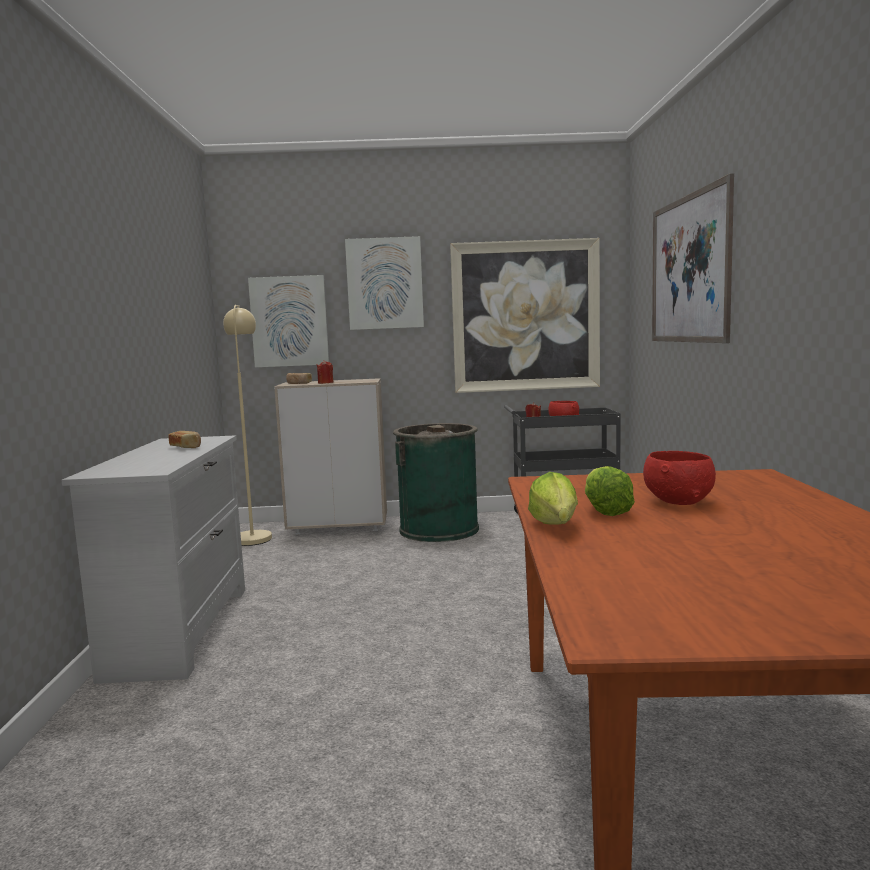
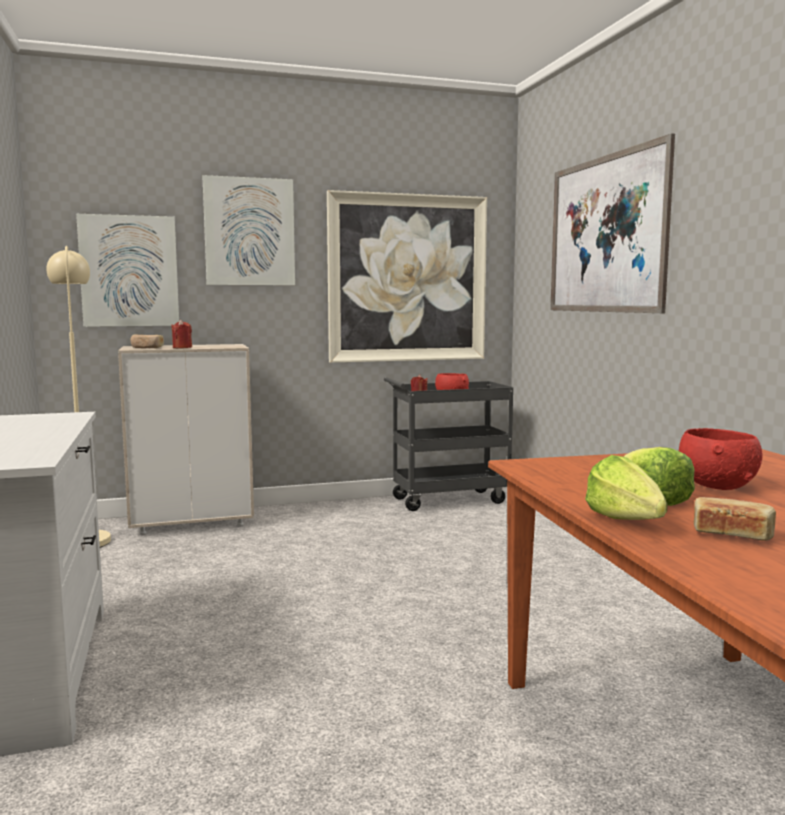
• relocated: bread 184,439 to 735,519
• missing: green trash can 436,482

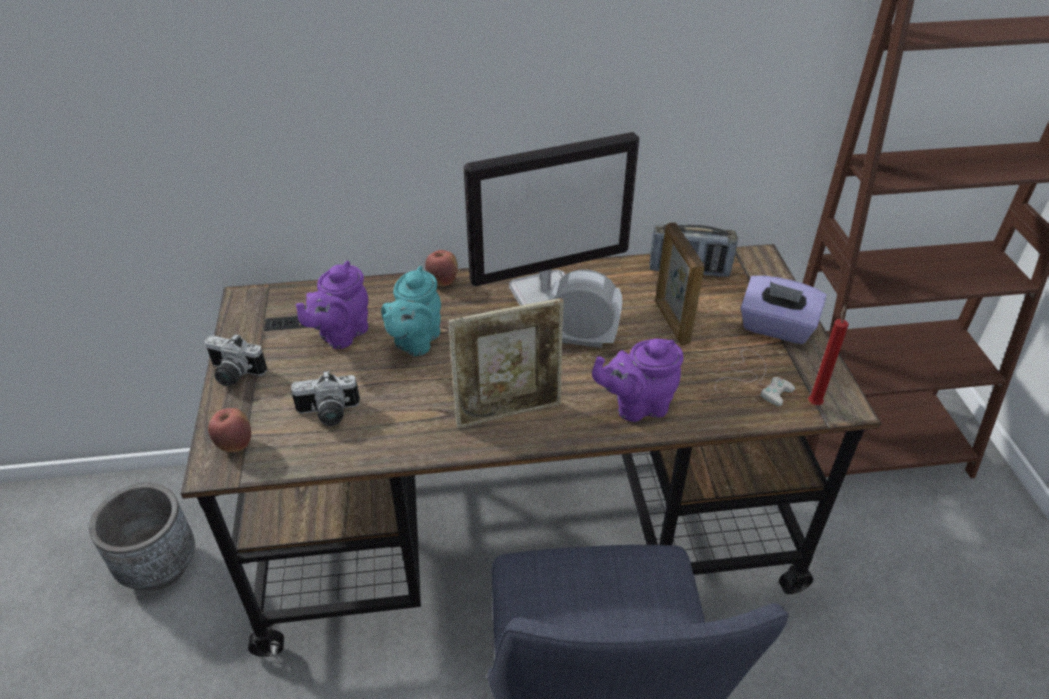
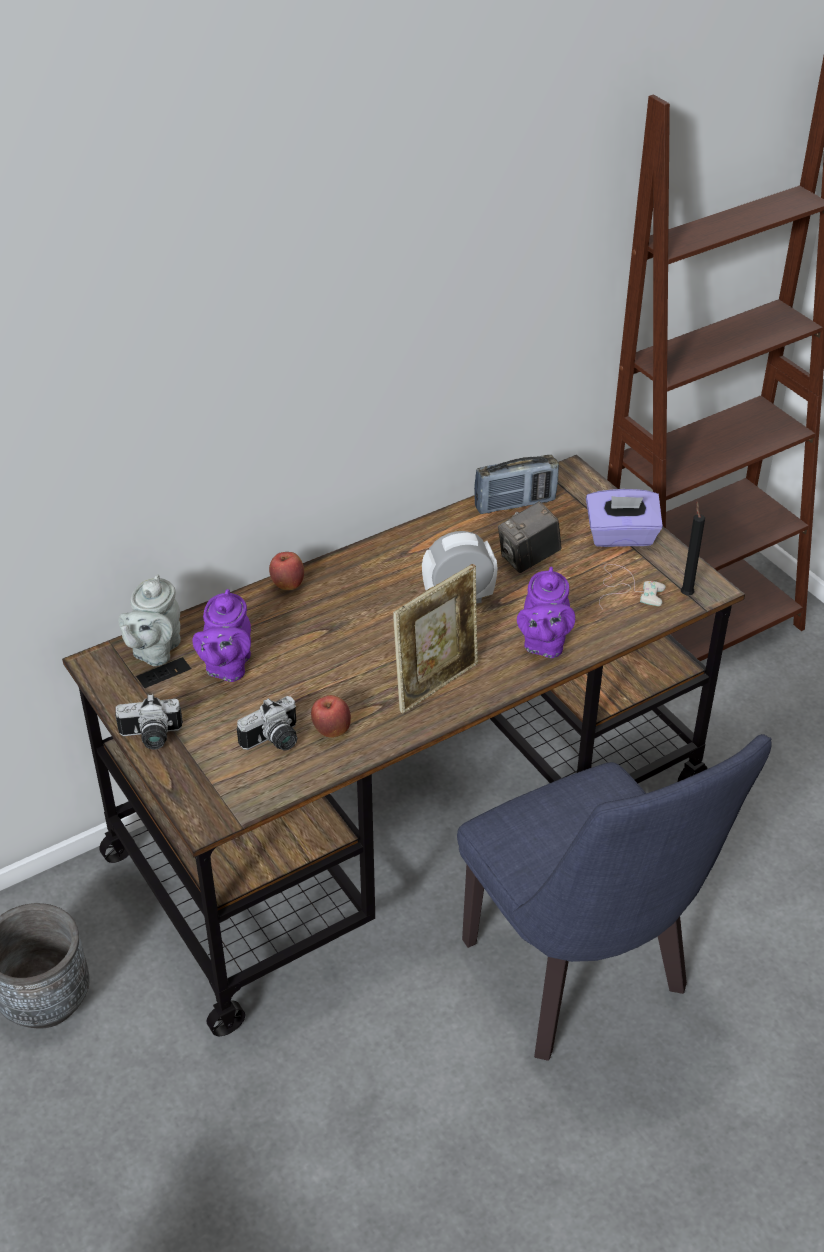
• relocated: apple 229,430 to 331,716
• missing: turquoise teapot 411,311
• missing: monitor 551,219
• spun: purple teapot 637,380 = 546,612 45 degrees counterclockwise
• exchanged: picture frame 680,283 to photo camera 530,537
• colour: red candle 828,355 to black candle 693,548
• appeared: grey teapot 149,620

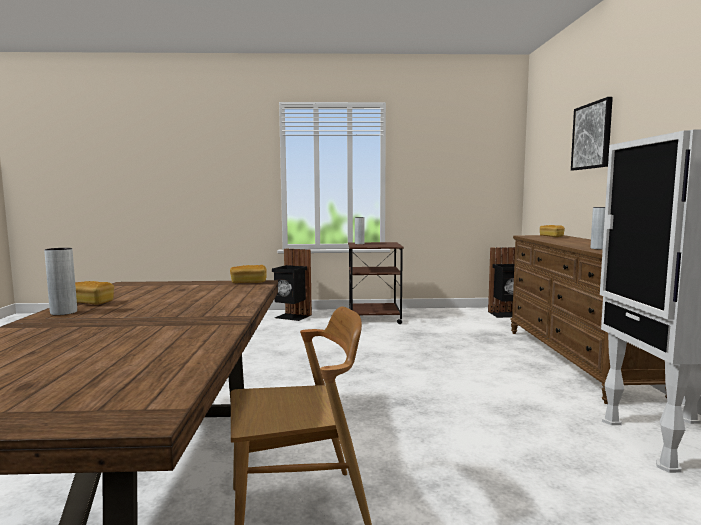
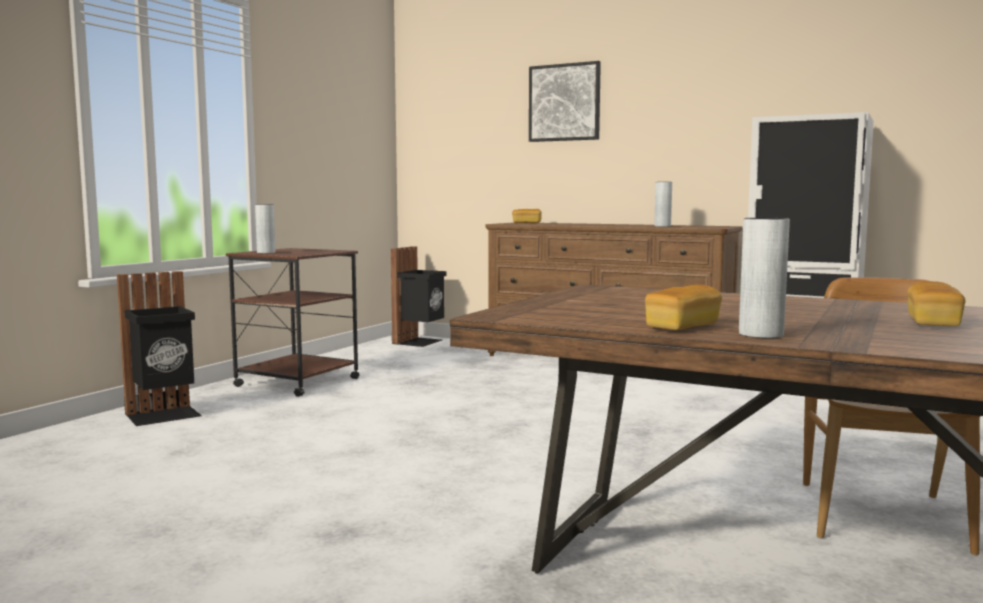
• relocated: bread 248,274 to 936,303

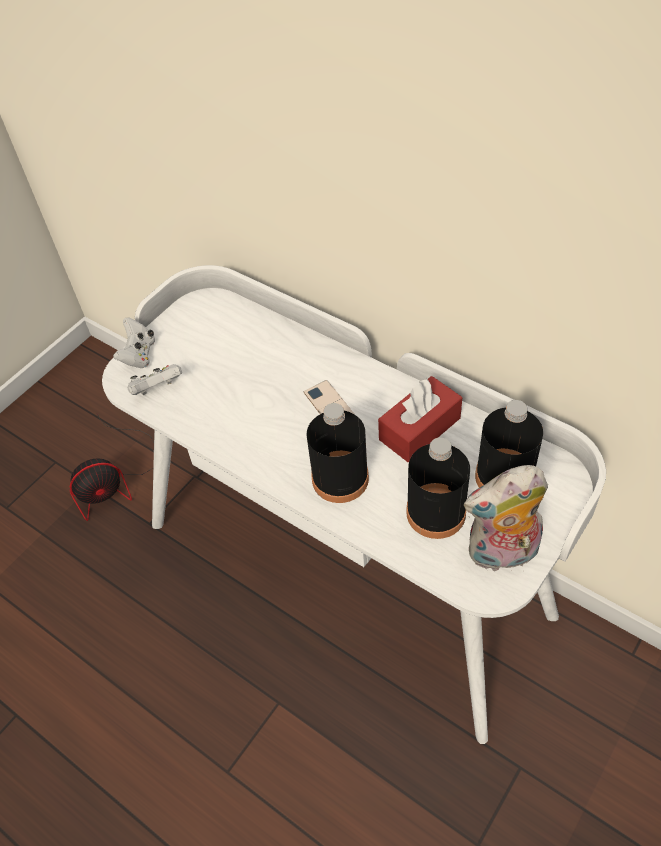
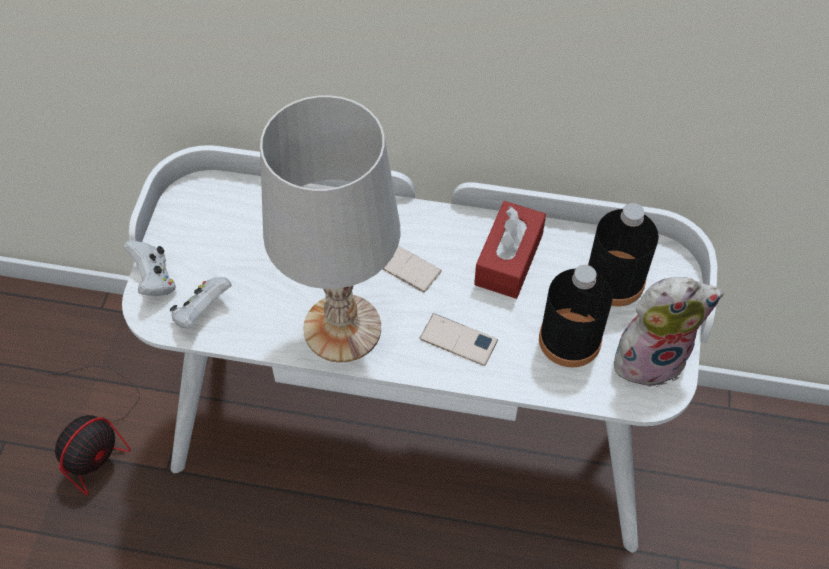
• exchanged: black bottle 338,453 to phone 459,339
• spun: plush toy 506,518 = 669,332 150 degrees counterclockwise
• appeared: white table lamp 330,228

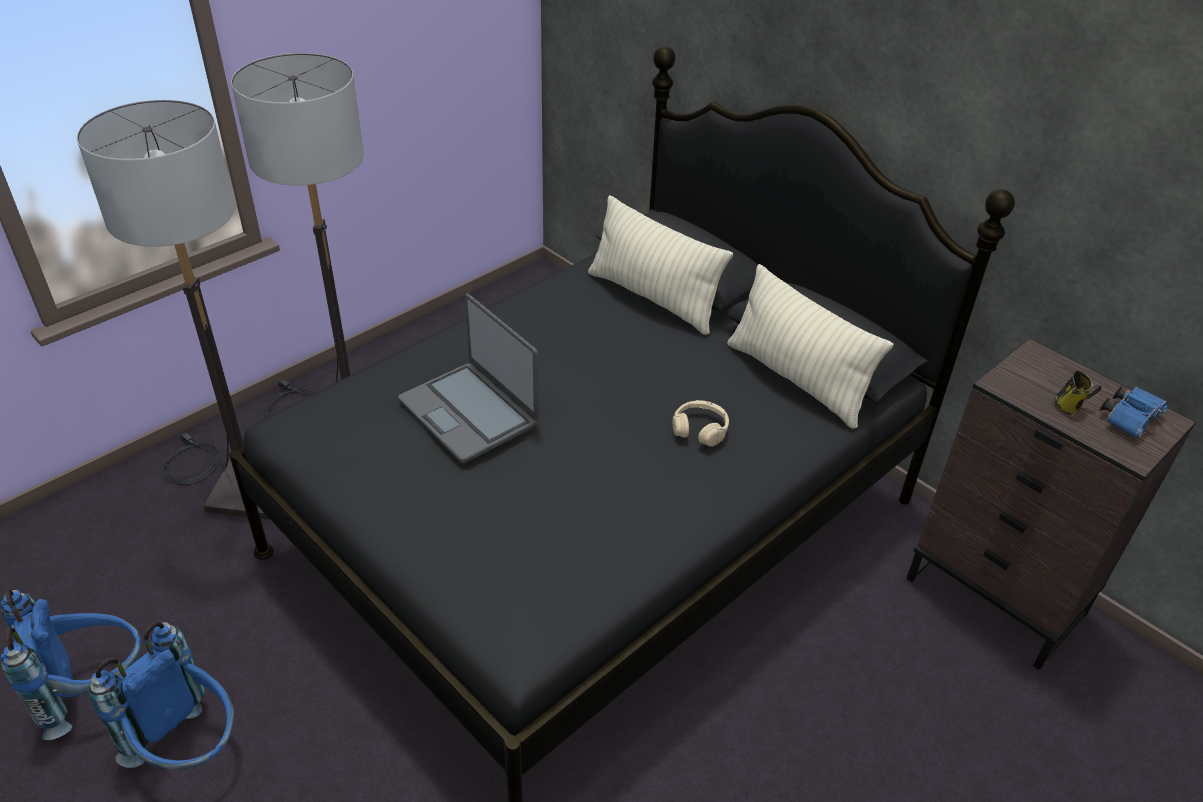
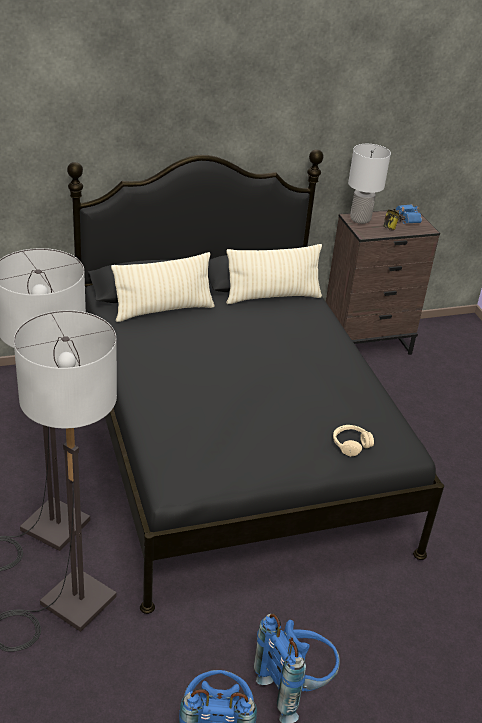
• missing: laptop 468,378
• relocated: beige headphones 701,423 to 353,440
• appeared: grey table lamp 369,184

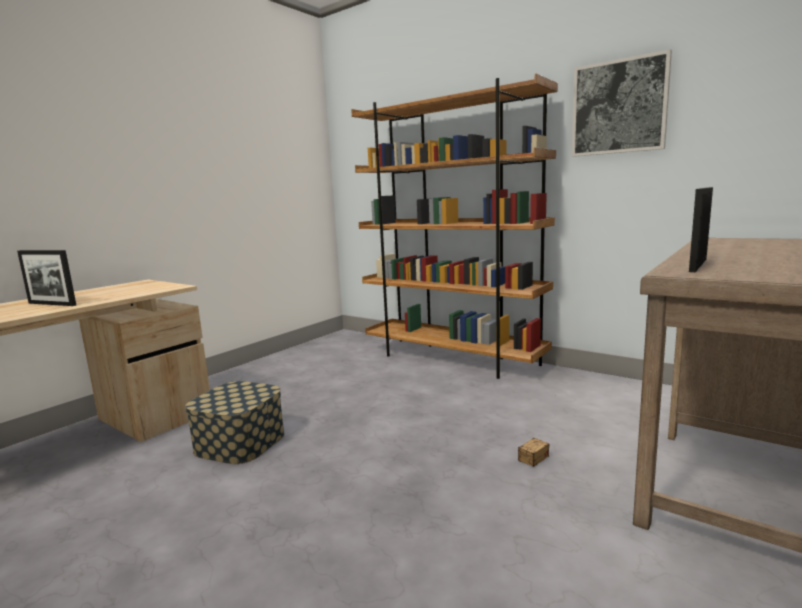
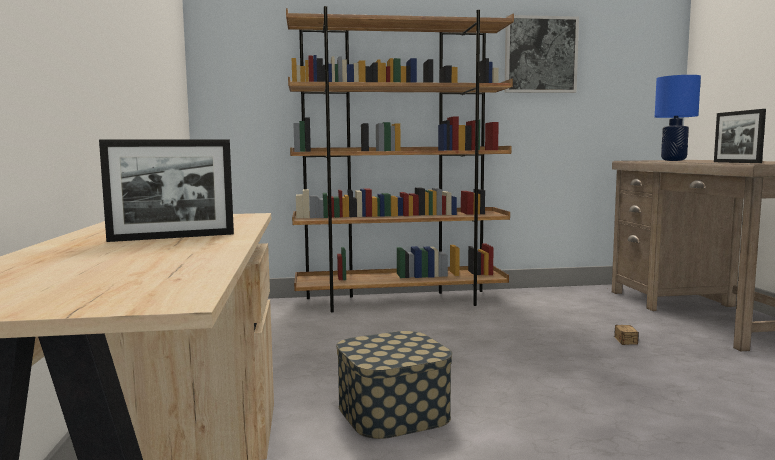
• appeared: blue table lamp 678,118

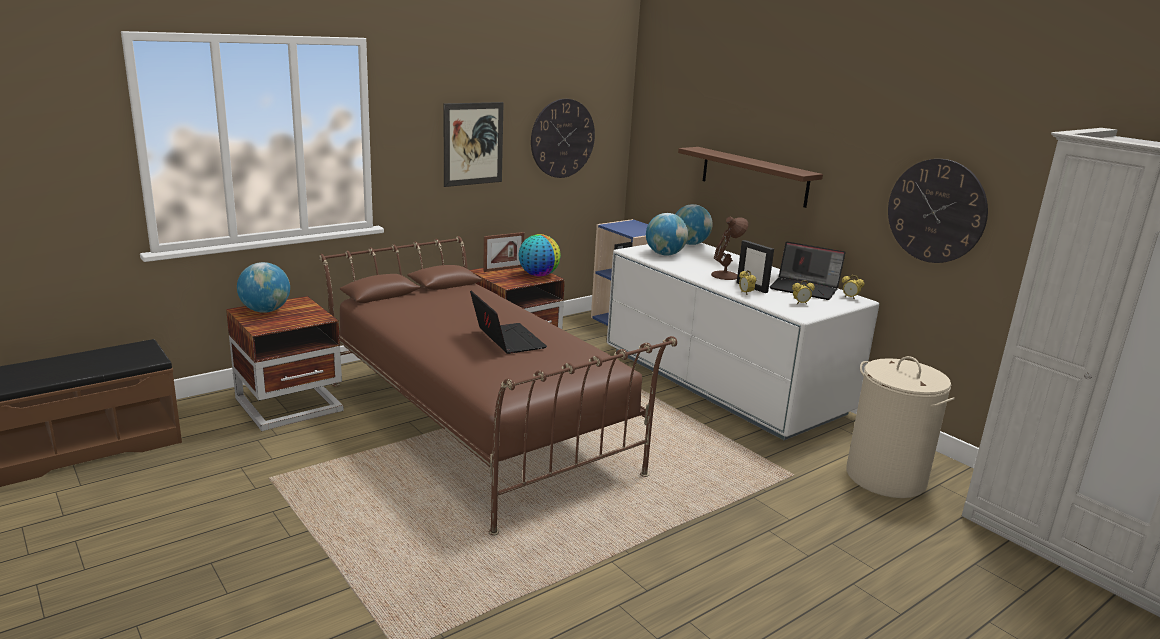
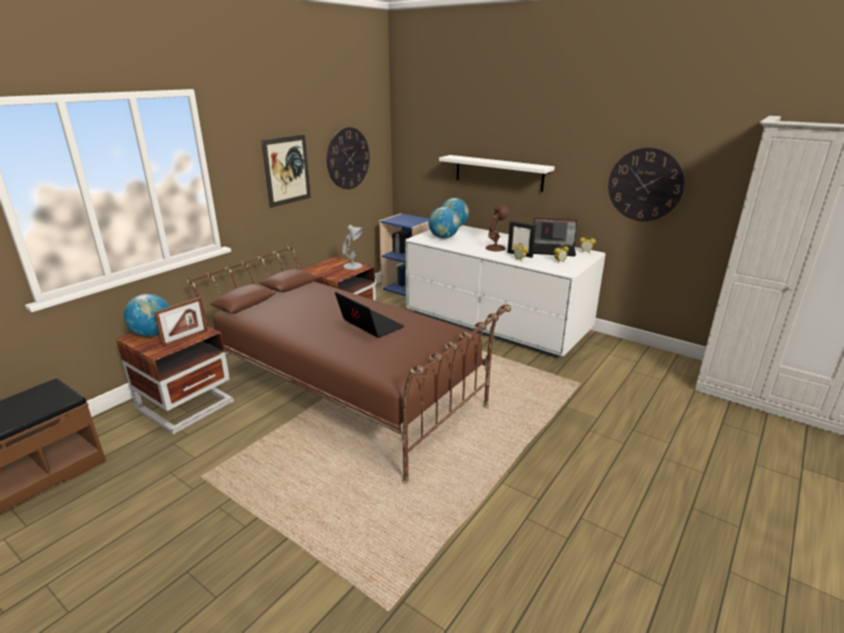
• relocated: picture frame 503,252 to 181,322
• exchanged: globe 539,255 to white table lamp 353,247
• colour: brown shelf 750,177 to white shelf 497,173
• missing: beige laundry basket 900,427

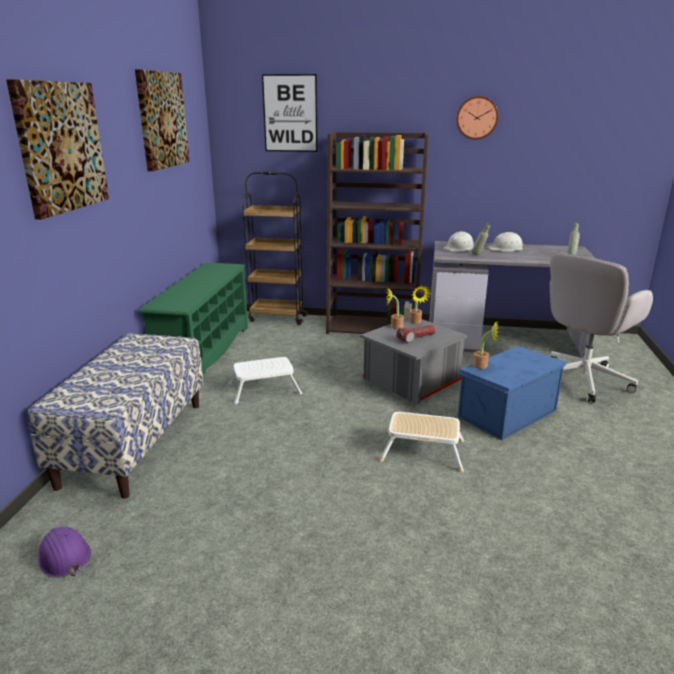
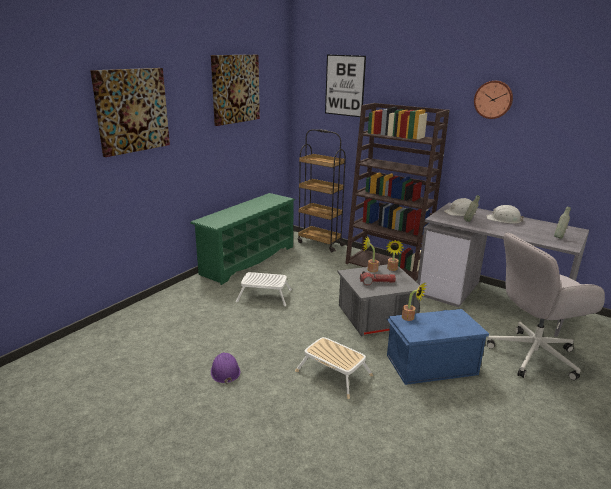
• missing: bench 115,416
• relocated: purple hard hat 64,552 to 225,369

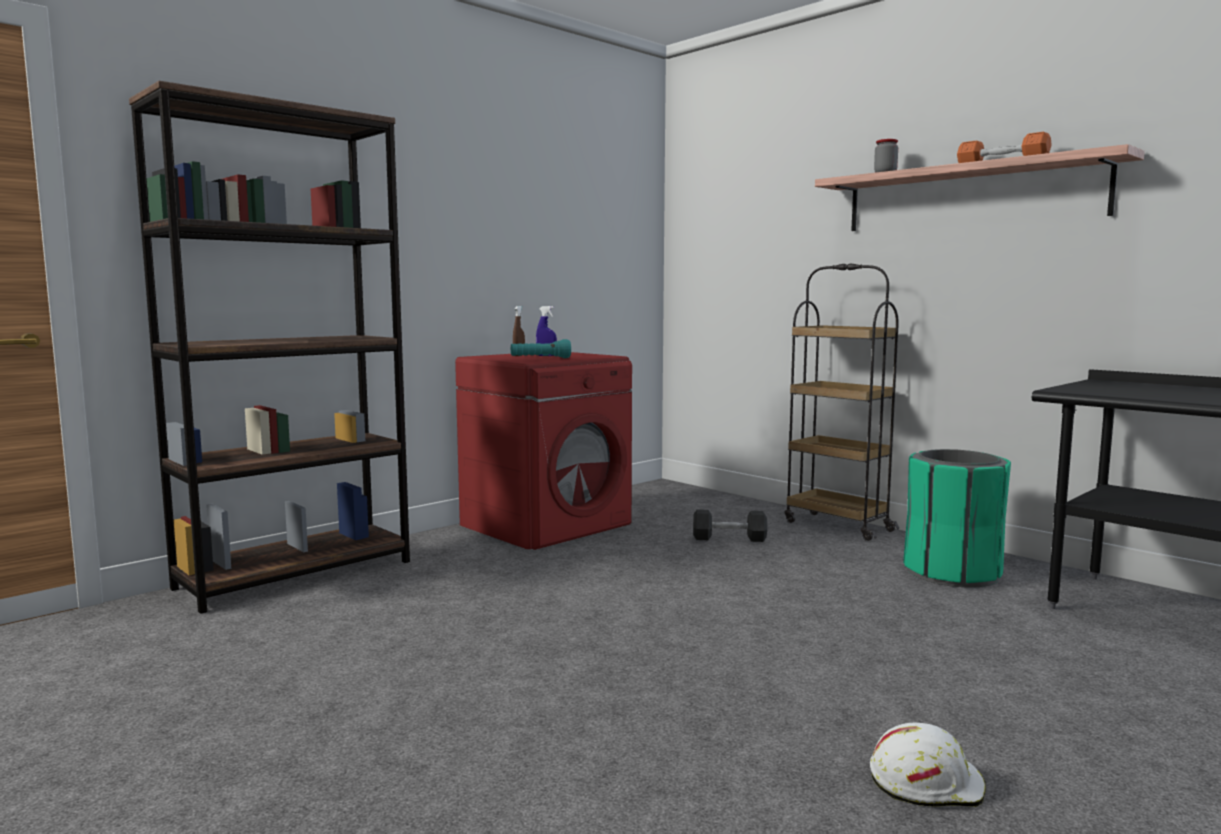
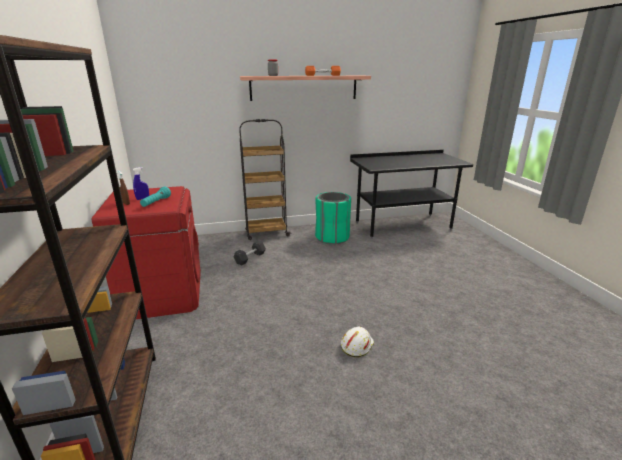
• relocated: white hard hat 928,765 to 357,342

